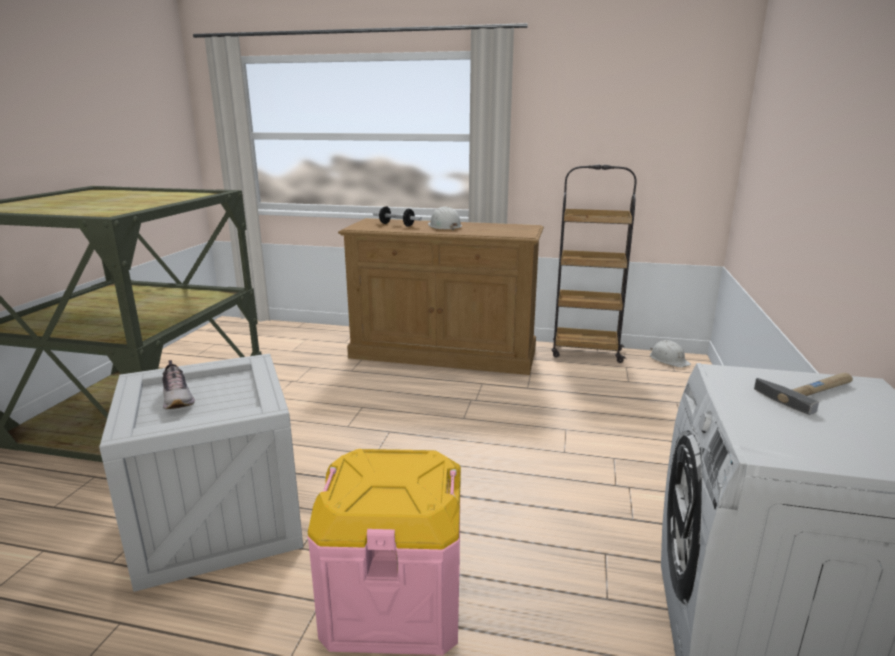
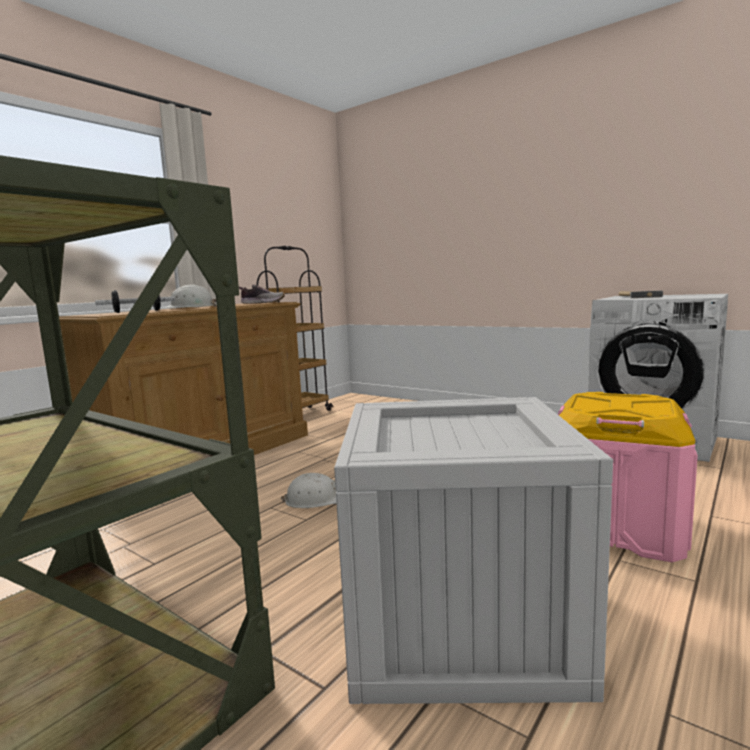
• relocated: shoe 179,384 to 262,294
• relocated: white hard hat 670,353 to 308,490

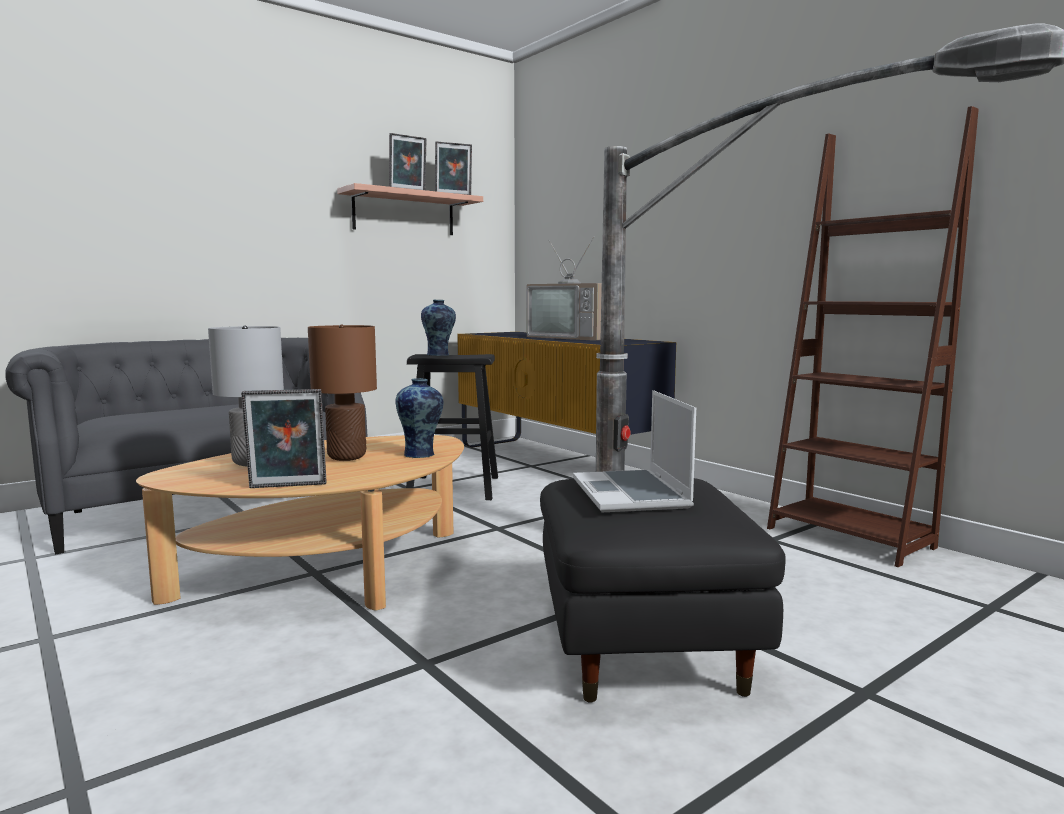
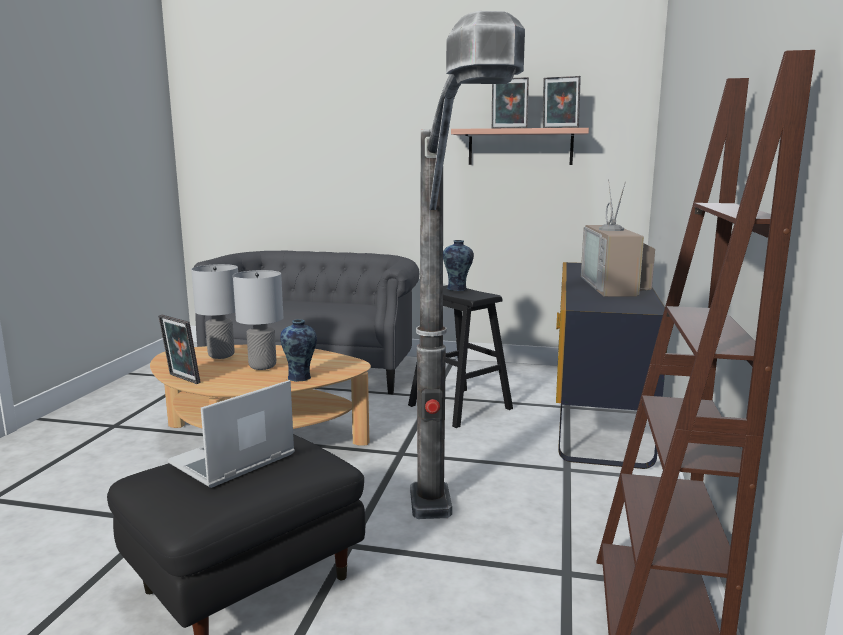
• colour: brown table lamp 342,393 to grey table lamp 258,320

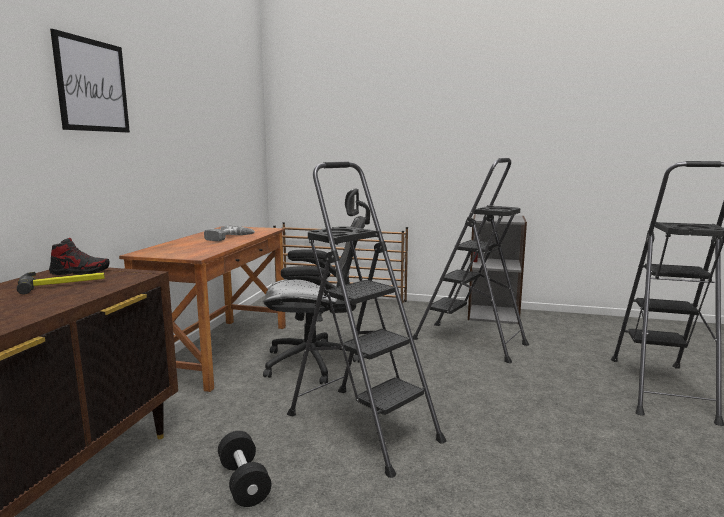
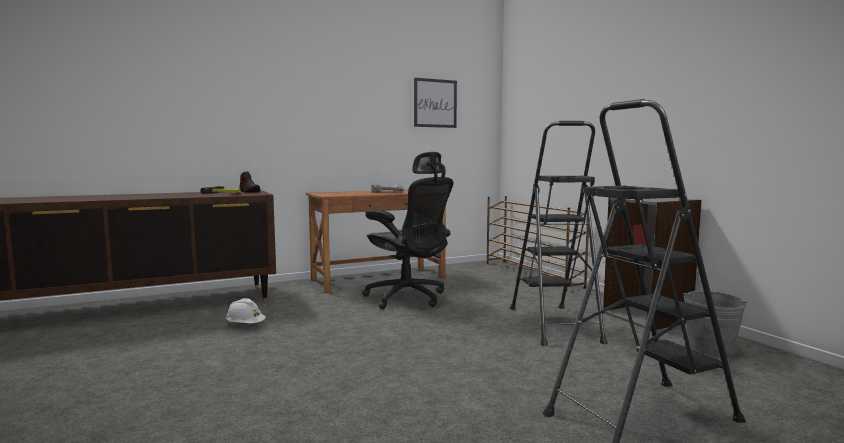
• relocated: picture 90,81 to 435,103
• exchanged: black dumbbell 244,469 to white hard hat 246,311
• missing: step ladder 366,320
• appeared: grey bucket 715,323

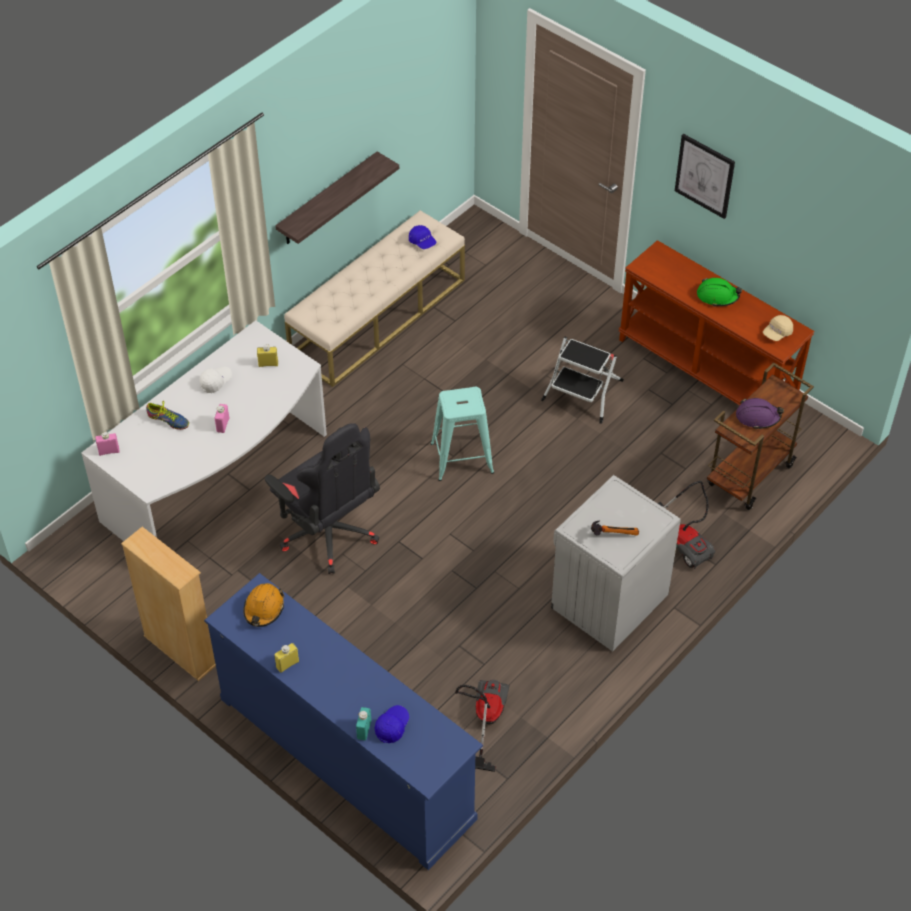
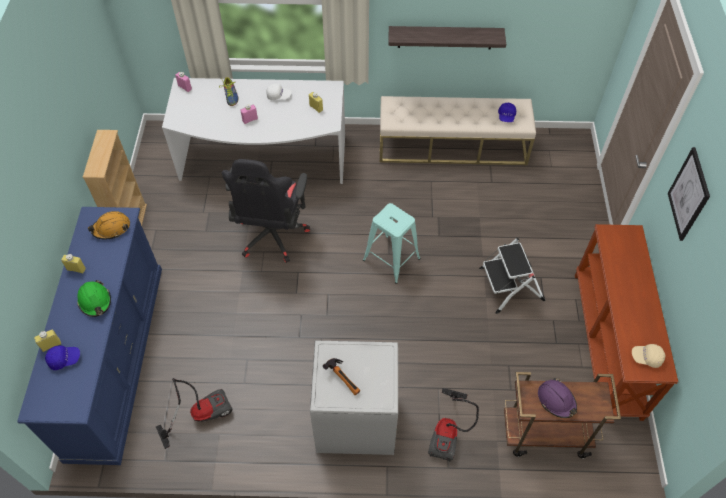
• colour: turquoise bottle 364,724 to yellow bottle 47,341
• relocated: green hard hat 719,292 to 94,298

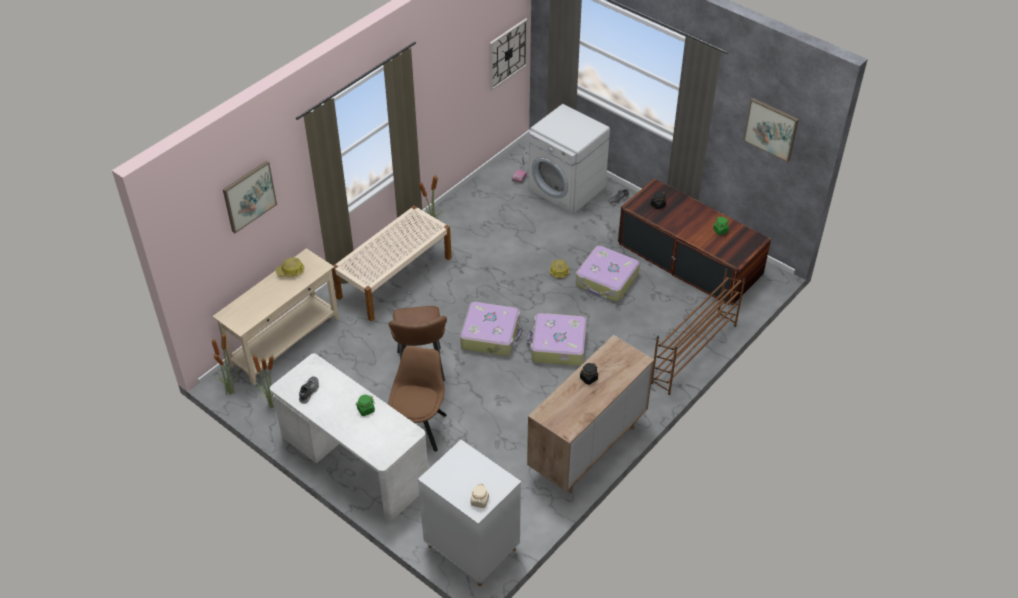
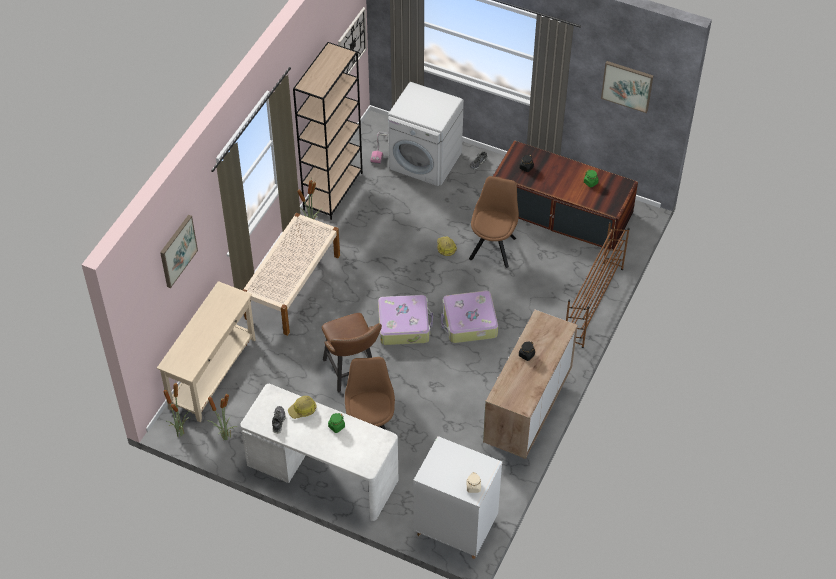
• relocated: hard hat 290,267 to 302,407
• exchanged: suitcase 608,274 to brown chair 494,222
• appeared: beige bookcase 328,131

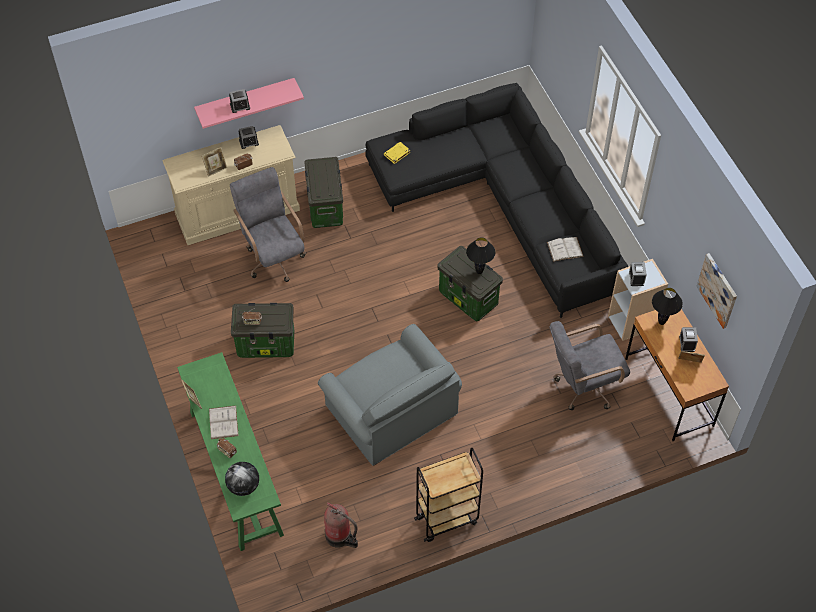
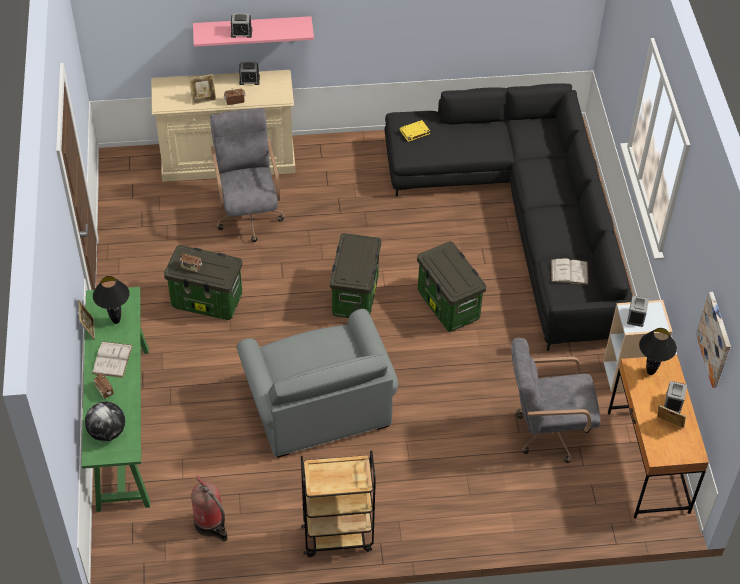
• relocated: storage box 323,192 to 355,275
• relocated: black table lamp 481,255 to 111,300

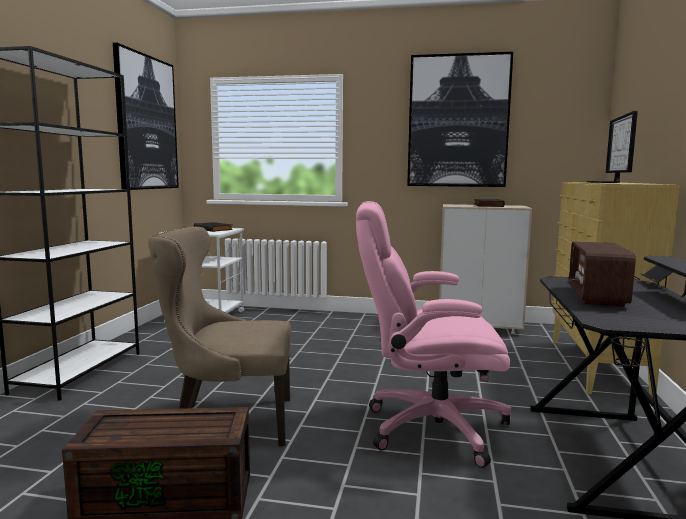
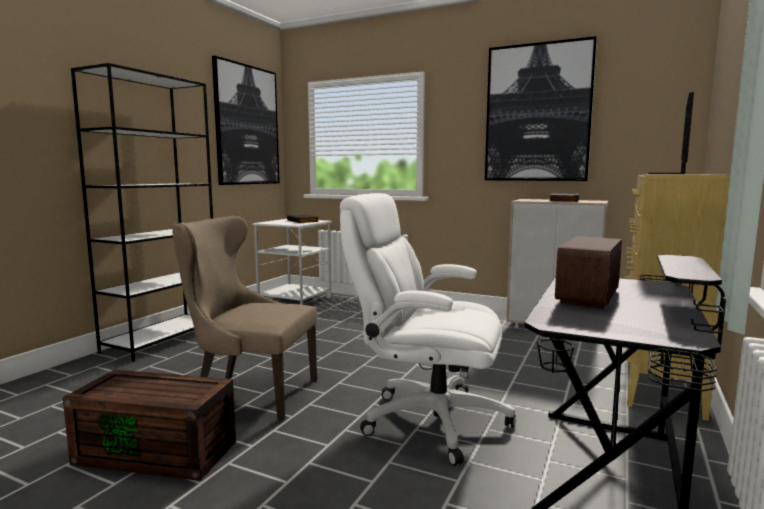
• colour: pink office chair 433,334 to white office chair 428,329

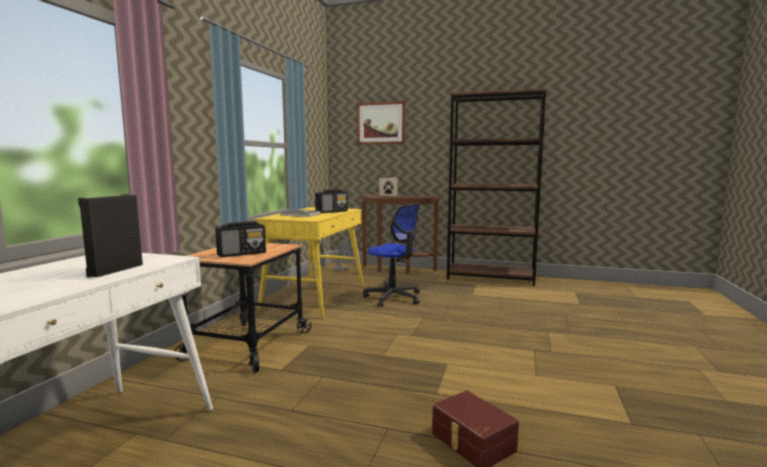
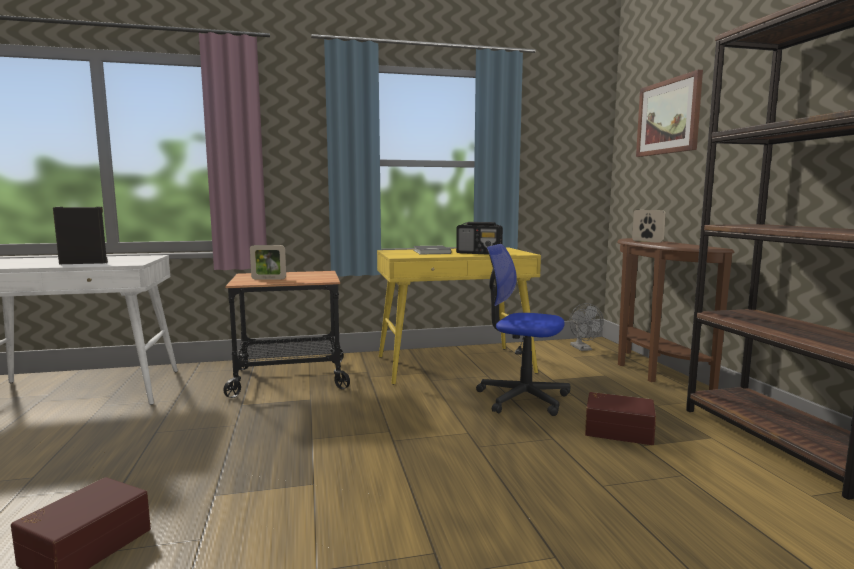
• exchanged: radio 240,239 to picture frame 268,262
• spun: office chair 391,255 = 523,330 105 degrees clockwise
• appeared: brown storage box 620,418

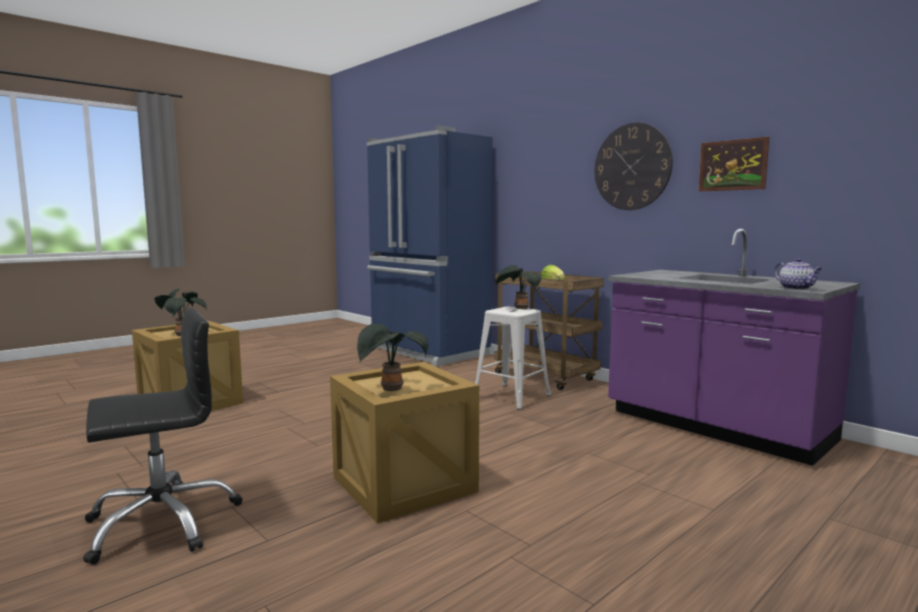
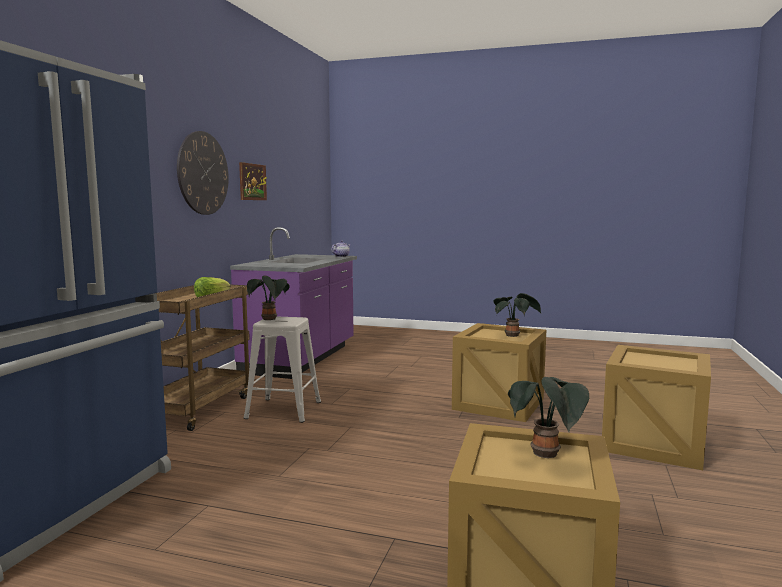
• exchanged: black office chair 163,436 to crate 656,407

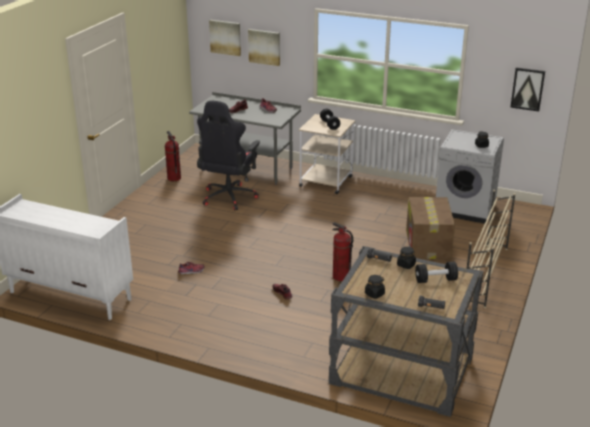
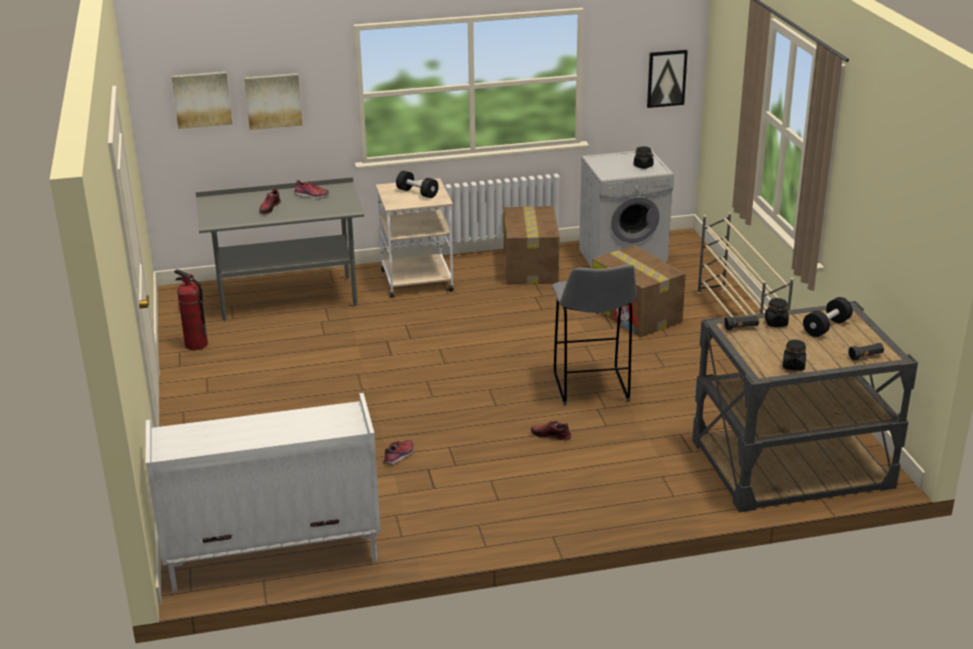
• missing: black office chair 228,155
• exchanged: fire extinguisher 342,251 to grey stool 594,335
• appeared: cardboard box 531,245

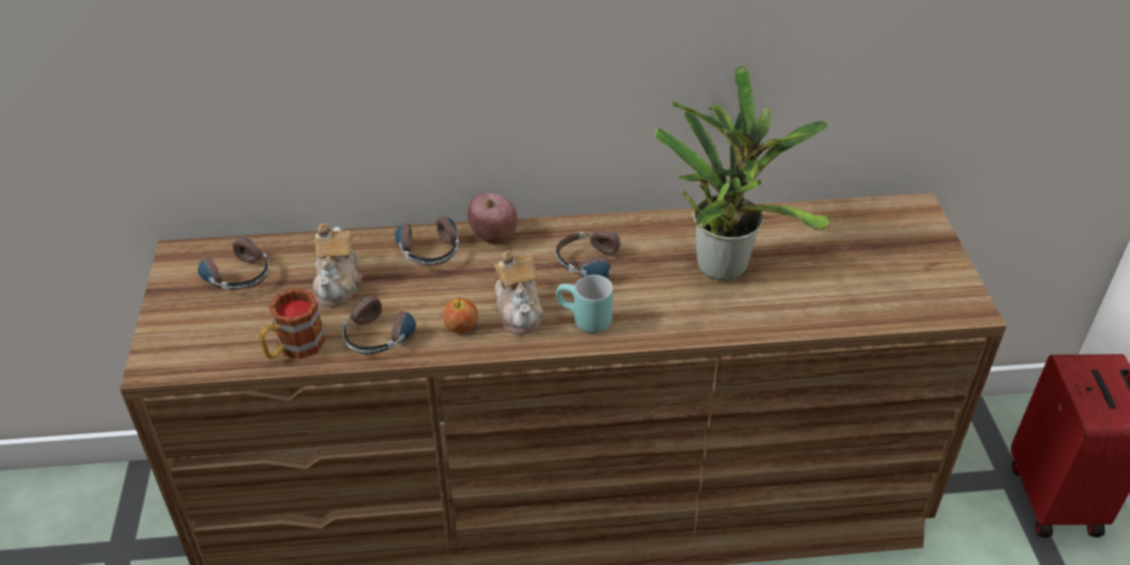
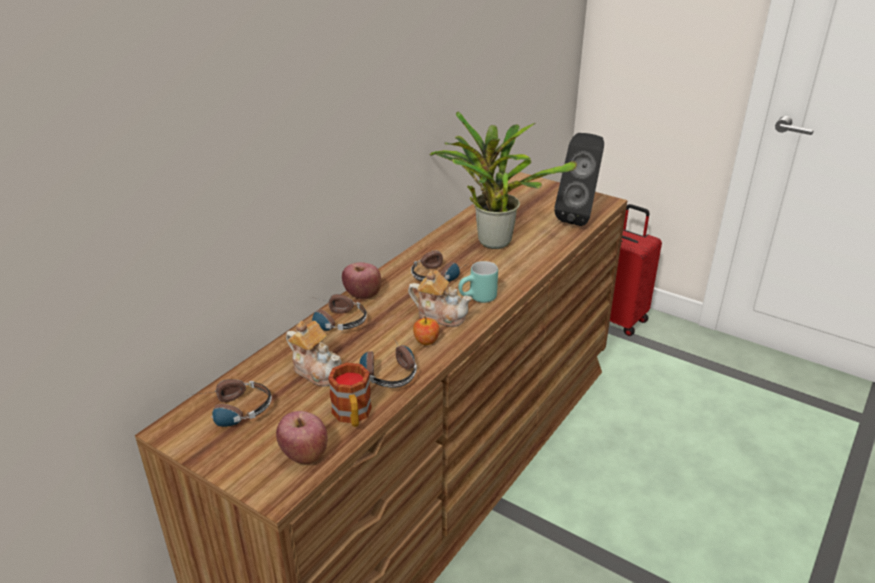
• appeared: apple 302,437
• appeared: black speaker 579,179

